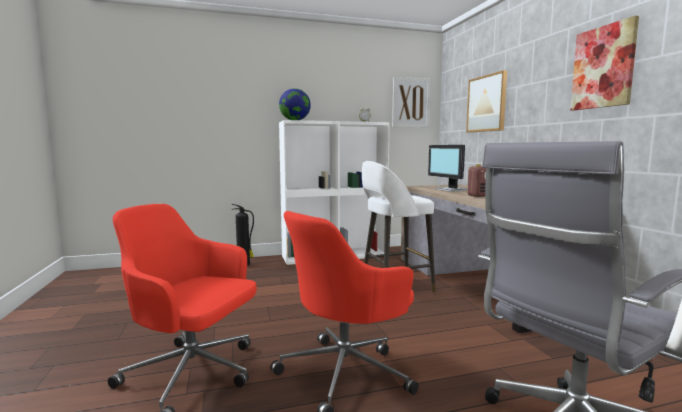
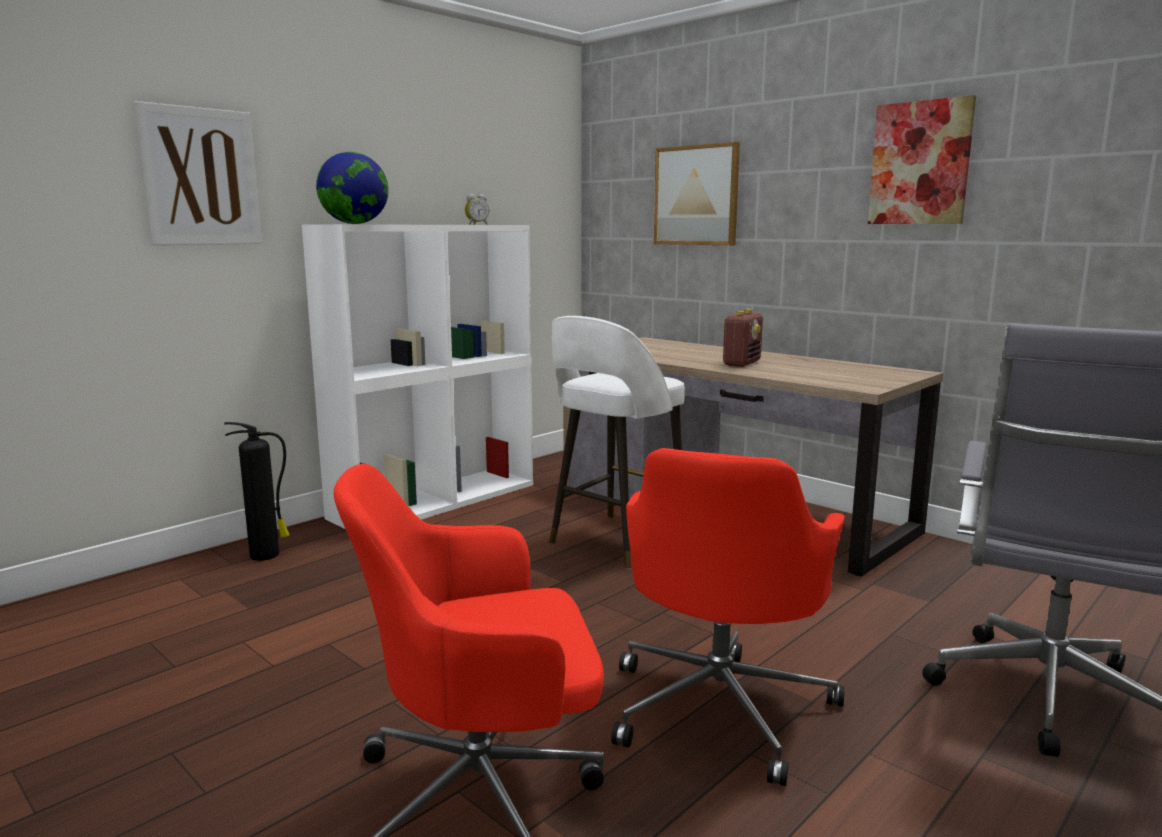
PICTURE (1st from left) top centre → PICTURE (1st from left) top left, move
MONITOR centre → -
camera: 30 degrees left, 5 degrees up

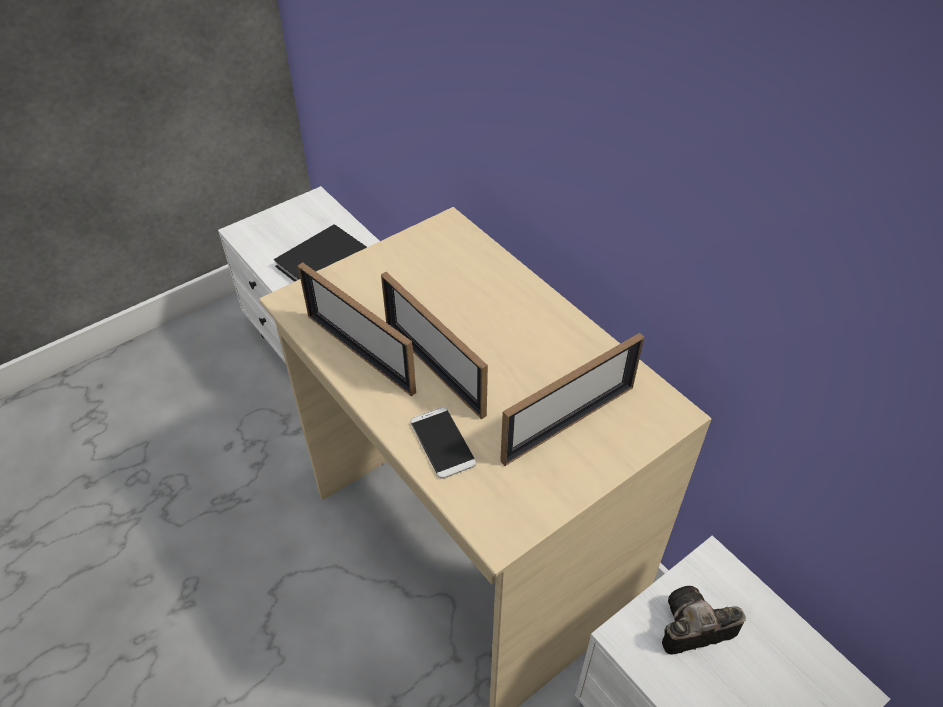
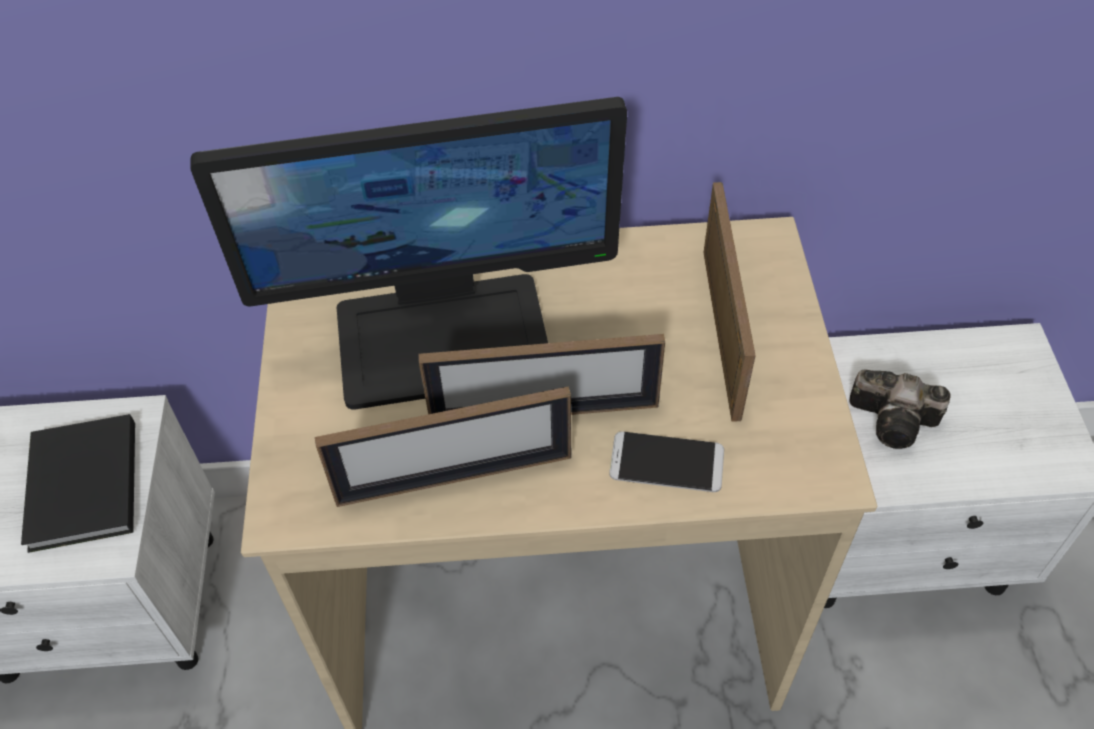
PHOTO CAMERA bottom right → PHOTO CAMERA middle right, 90 degrees counterclockwise
- → MONITOR centre
camera: 55 degrees left, 5 degrees up

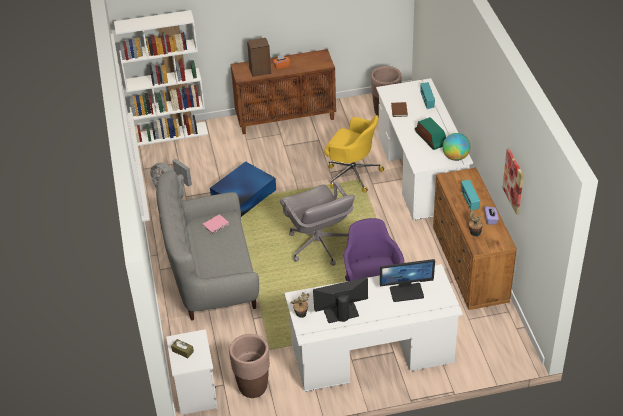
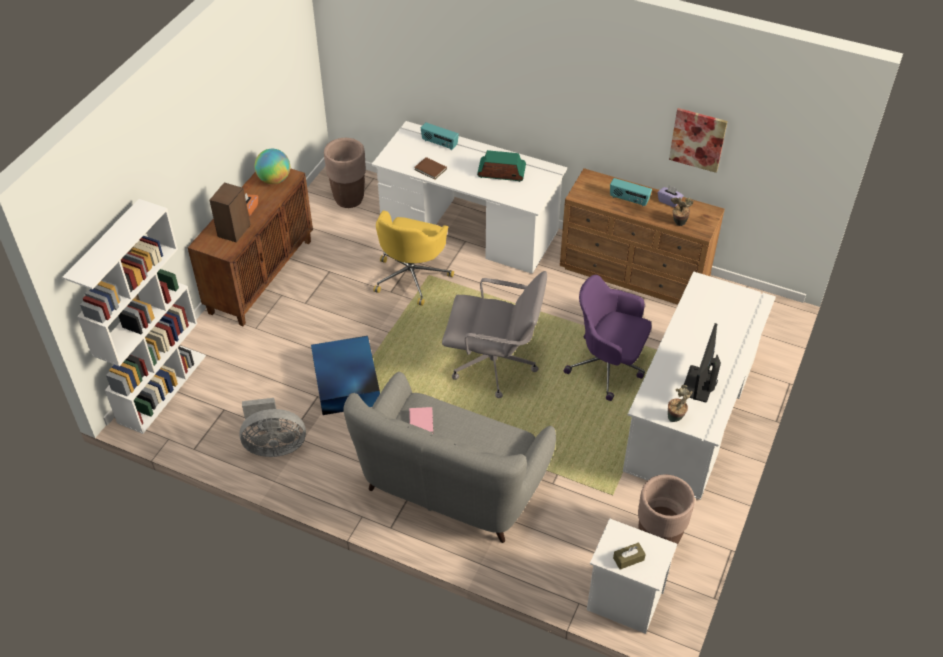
YELLOW OFFICE CHAIR centre, 135 degrees clockwise
GLOBE middle right → GLOBE top left, move
MONITOR (2nd from left) bottom centre → -
camera: 55 degrees left, 5 degrees up

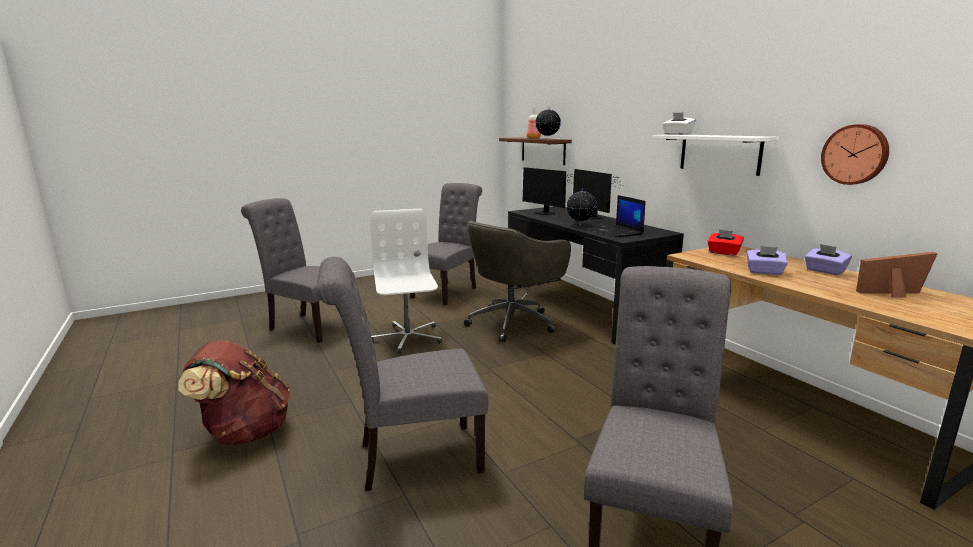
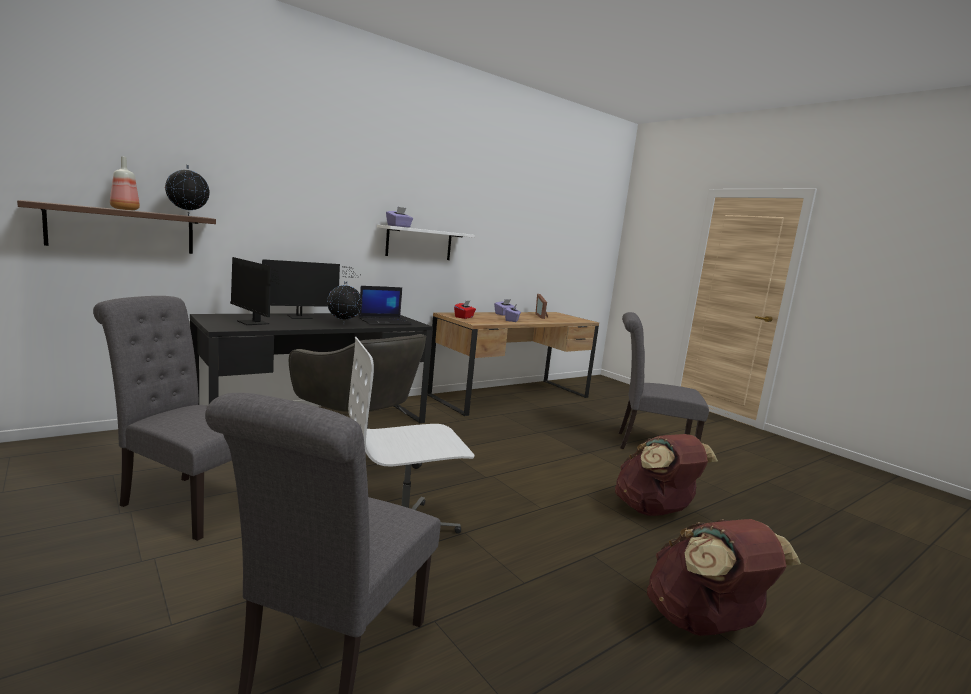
WHITE TISSUE BOX top right → PURPLE TISSUE BOX (1st from left) top centre
WALL CLOCK top right → -
MONITOR (1st from left) centre → MONITOR (1st from left) middle left, 90 degrees clockwise
GREY CHAIR (2nd from left) bottom centre → BROWN BACKPACK (1st from left) bottom right
camera: 100 degrees left, 5 degrees down

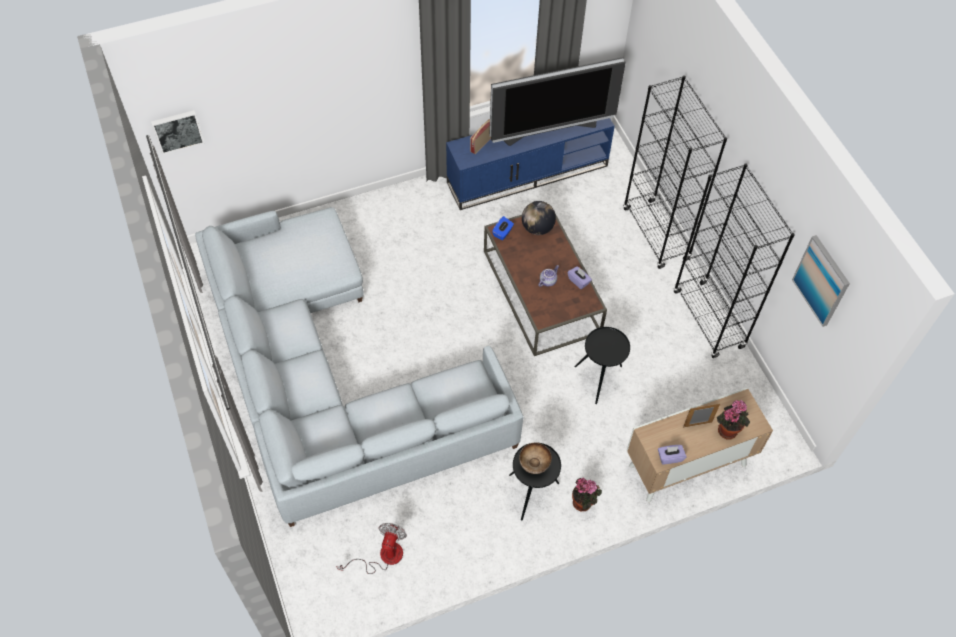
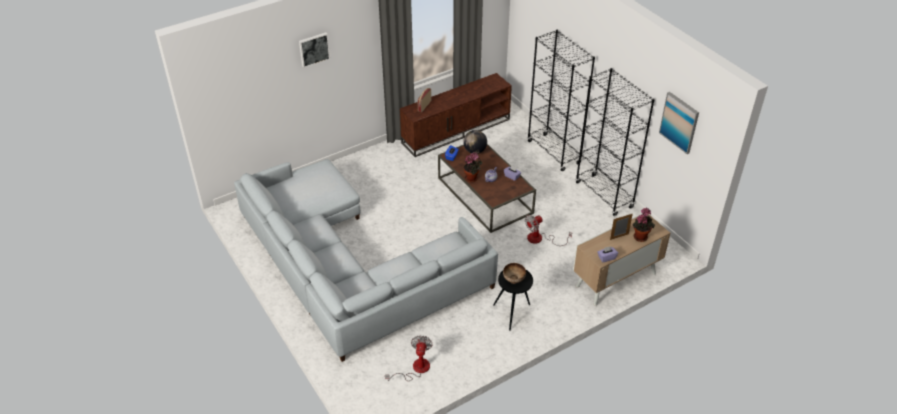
TELEVISION top centre → -
PICTURE (1st from left) top left → PICTURE (1st from left) top centre, move
BLUE TV STAND top centre → BROWN TV STAND top centre
BLACK SIDE TABLE (2nd from left) centre → FAN (2nd from left) centre
POTTED PLANT (1st from left) bottom centre → POTTED PLANT (1st from left) centre, move
camera: 10 degrees left, 15 degrees down

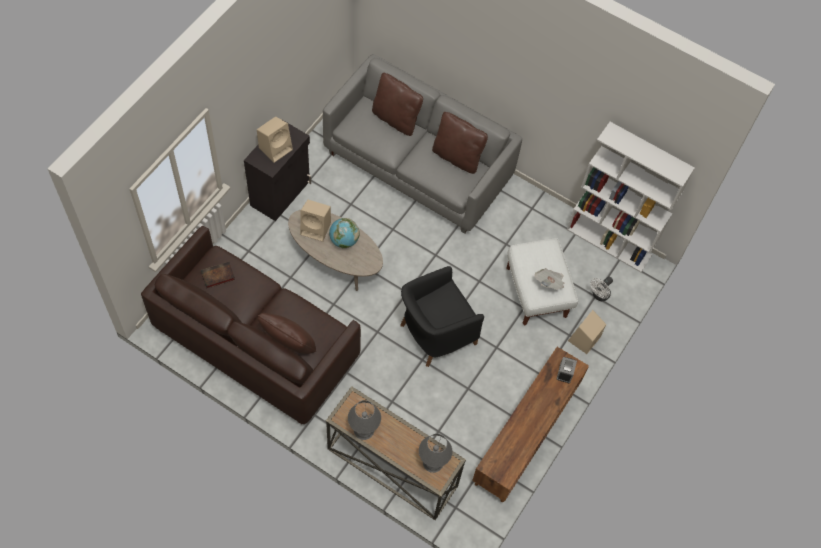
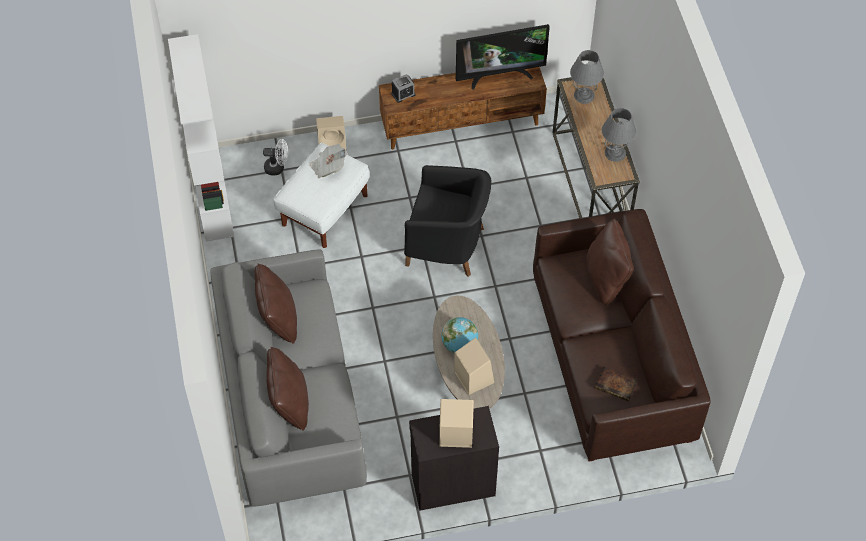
- → TELEVISION top centre
camera: 130 degrees left, 5 degrees down

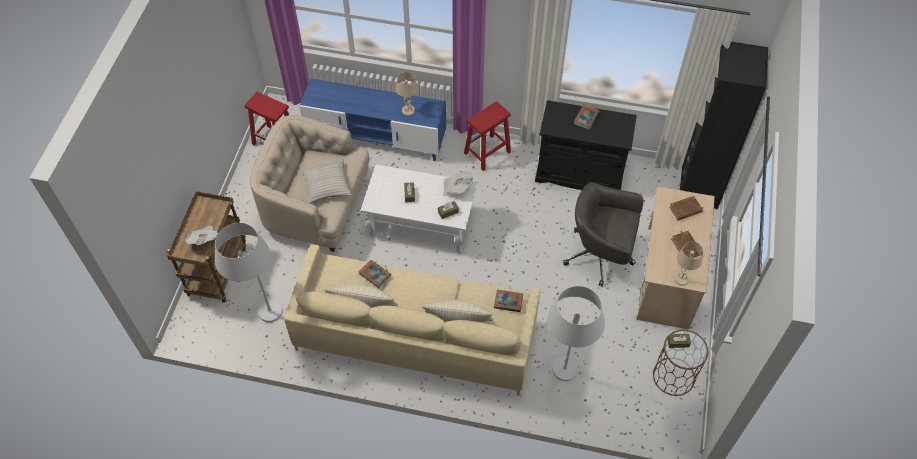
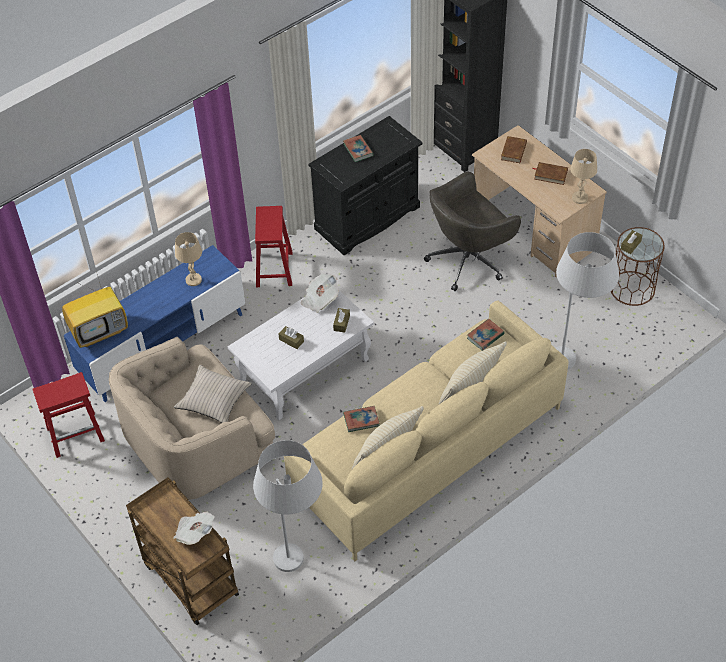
- → TELEVISION middle left
camera: 50 degrees left, 5 degrees down

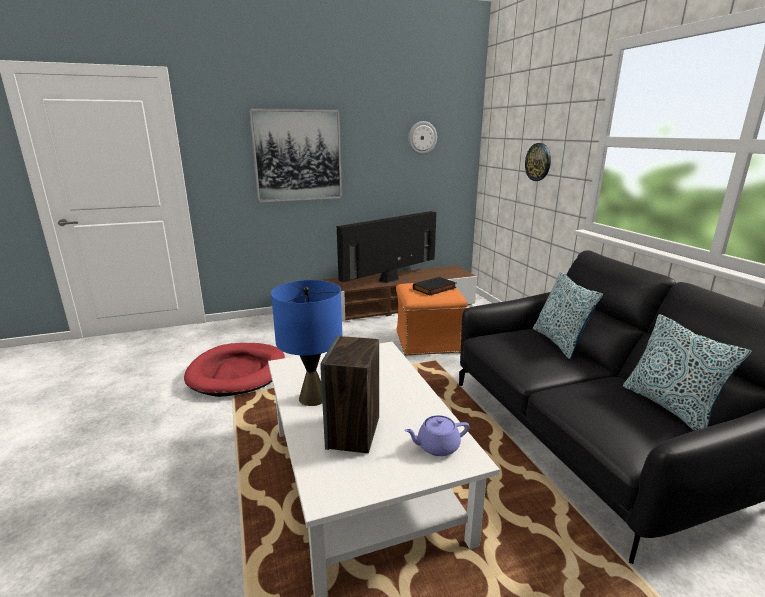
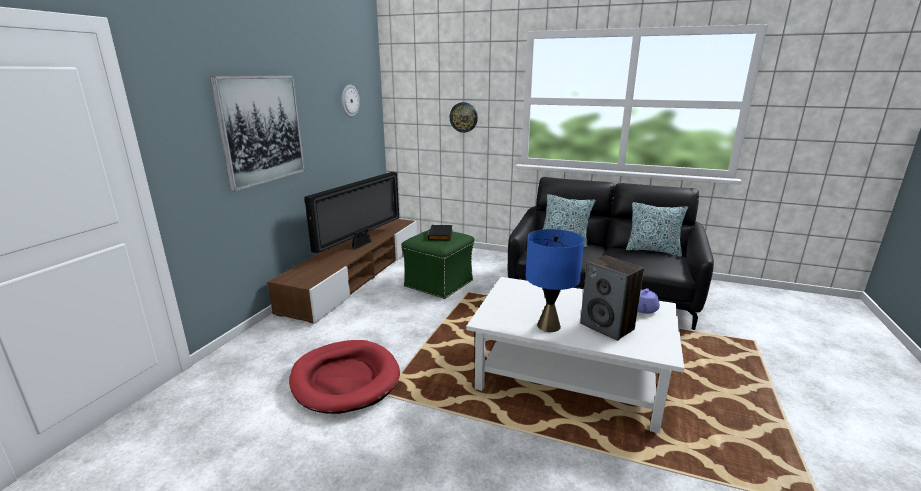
TELEVISION centre, 150 degrees counterclockwise
ORANGE OTTOMAN centre → GREEN OTTOMAN centre
camera: 50 degrees left, 0 degrees up

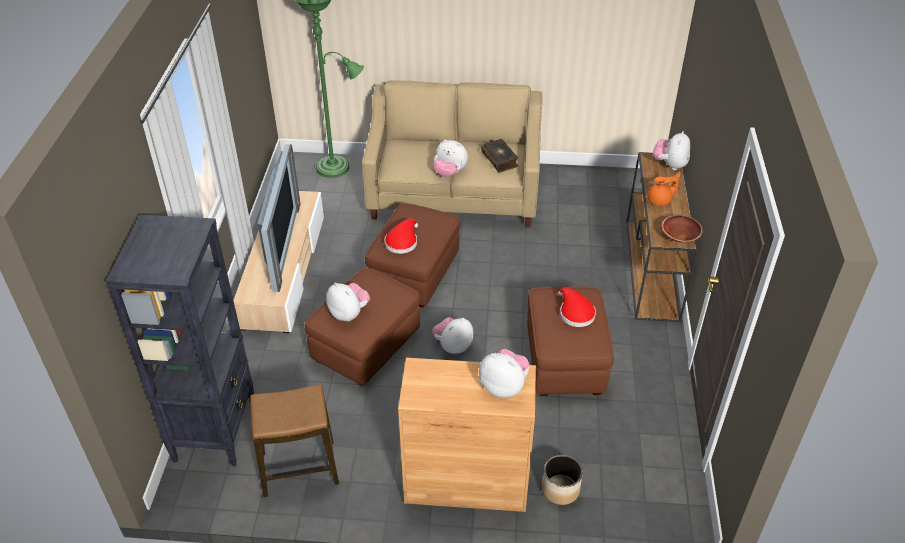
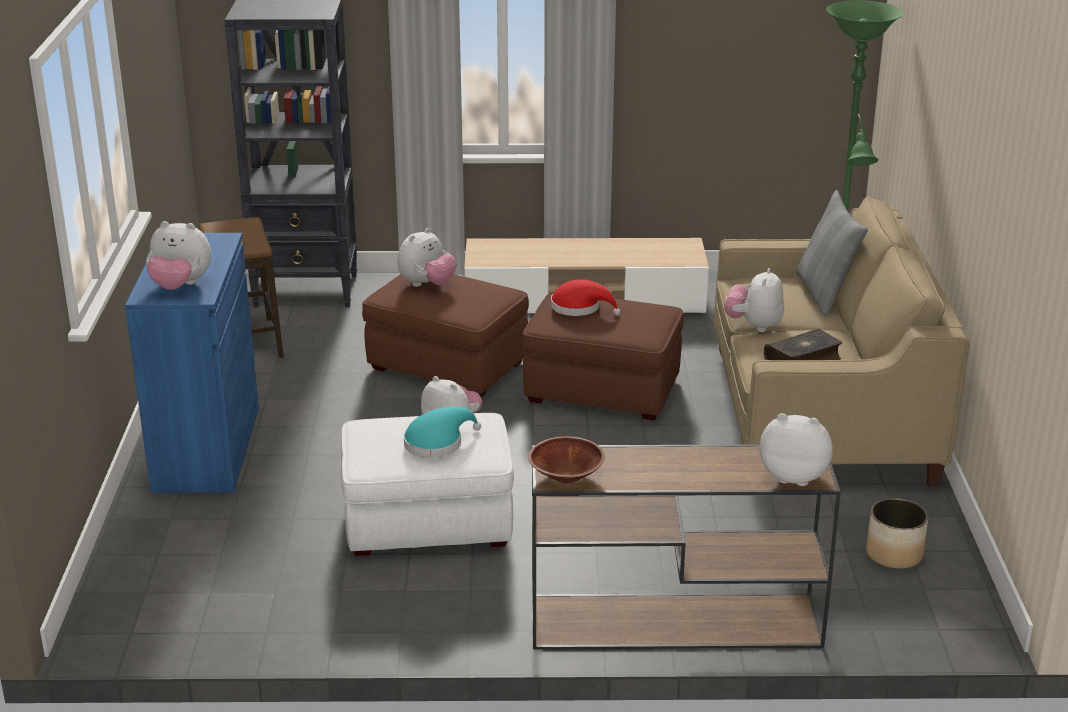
TELEVISION middle left → -
ORANGE TEAPOT middle right → -
BROWN OTTOMAN (3rd from left) centre → WHITE OTTOMAN bottom centre
RED HAT (2nd from left) centre → TURQUOISE HAT centre
PLUSH TOY (4th from left in the first image) bottom centre → PLUSH TOY (1st from left) middle left, 75 degrees clockwise
BROWN CABINET bottom centre → BLUE CABINET middle left
PLANTER bottom centre → PLANTER bottom right, move
- → GREY PILLOW middle right
camera: 85 degrees right, 15 degrees down

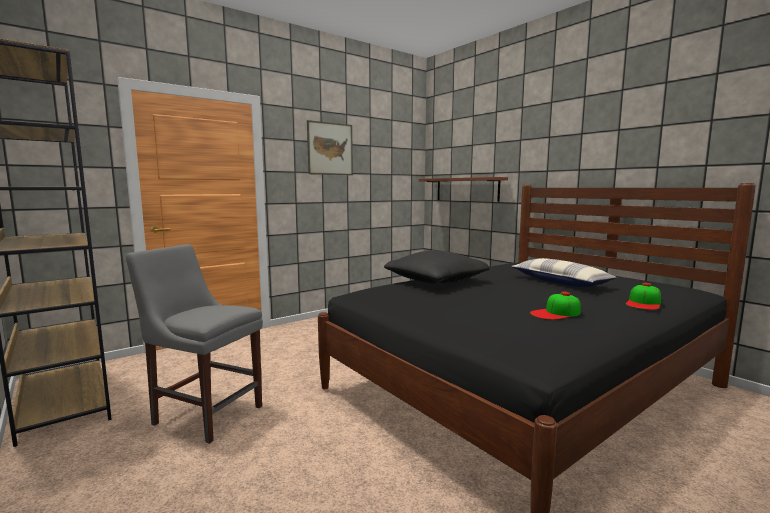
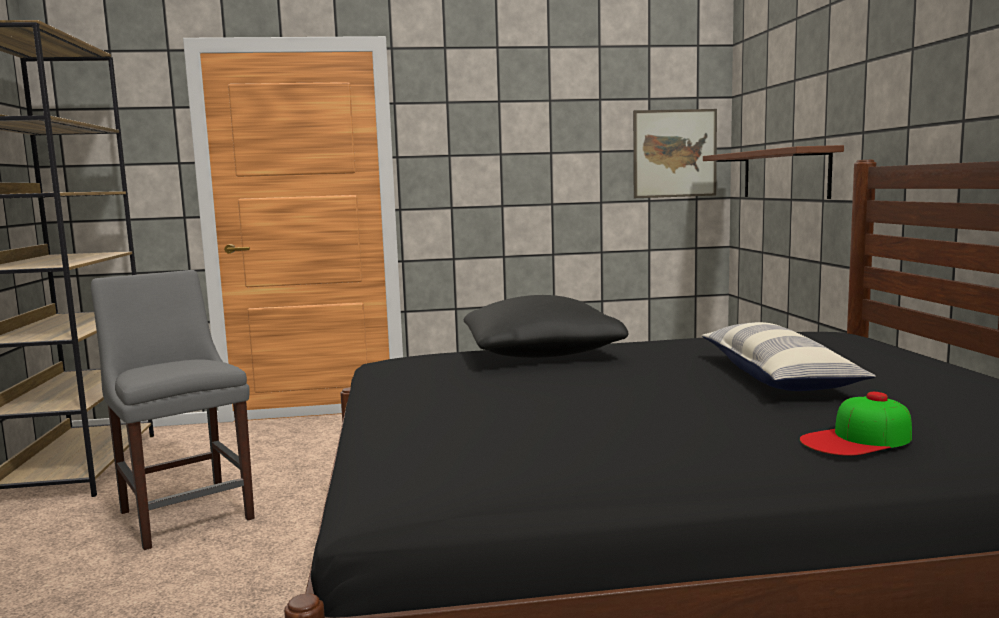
PICTURE top centre → PICTURE top right, move
CAP (1st from left) middle right → -
camera: 30 degrees right, 0 degrees up

